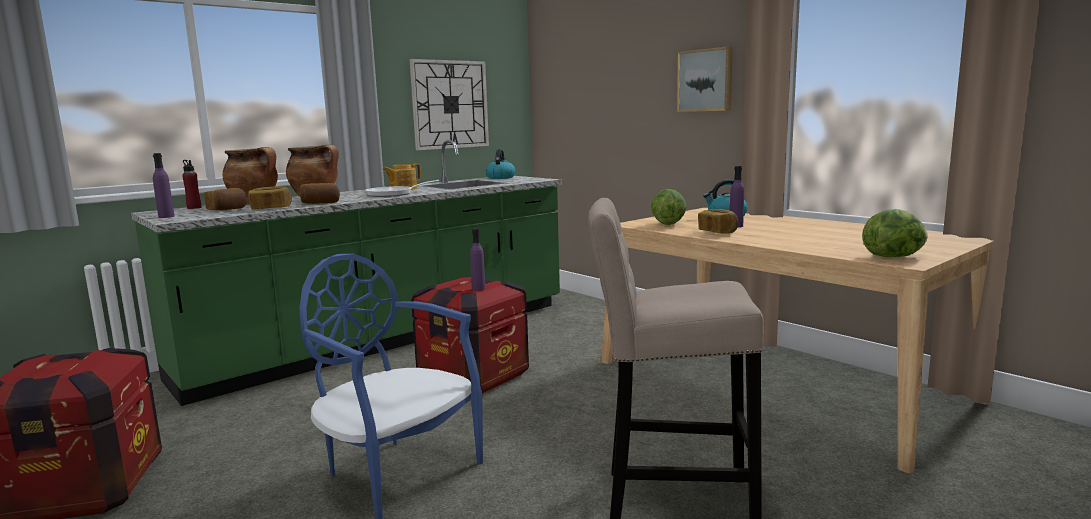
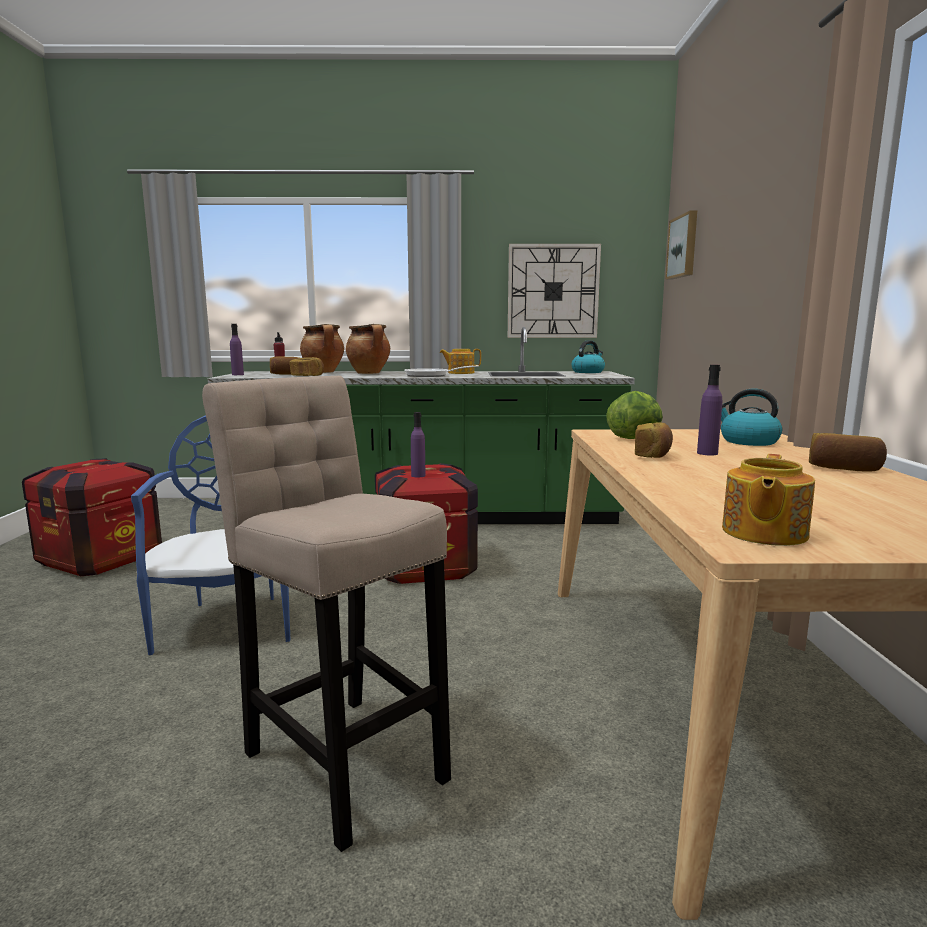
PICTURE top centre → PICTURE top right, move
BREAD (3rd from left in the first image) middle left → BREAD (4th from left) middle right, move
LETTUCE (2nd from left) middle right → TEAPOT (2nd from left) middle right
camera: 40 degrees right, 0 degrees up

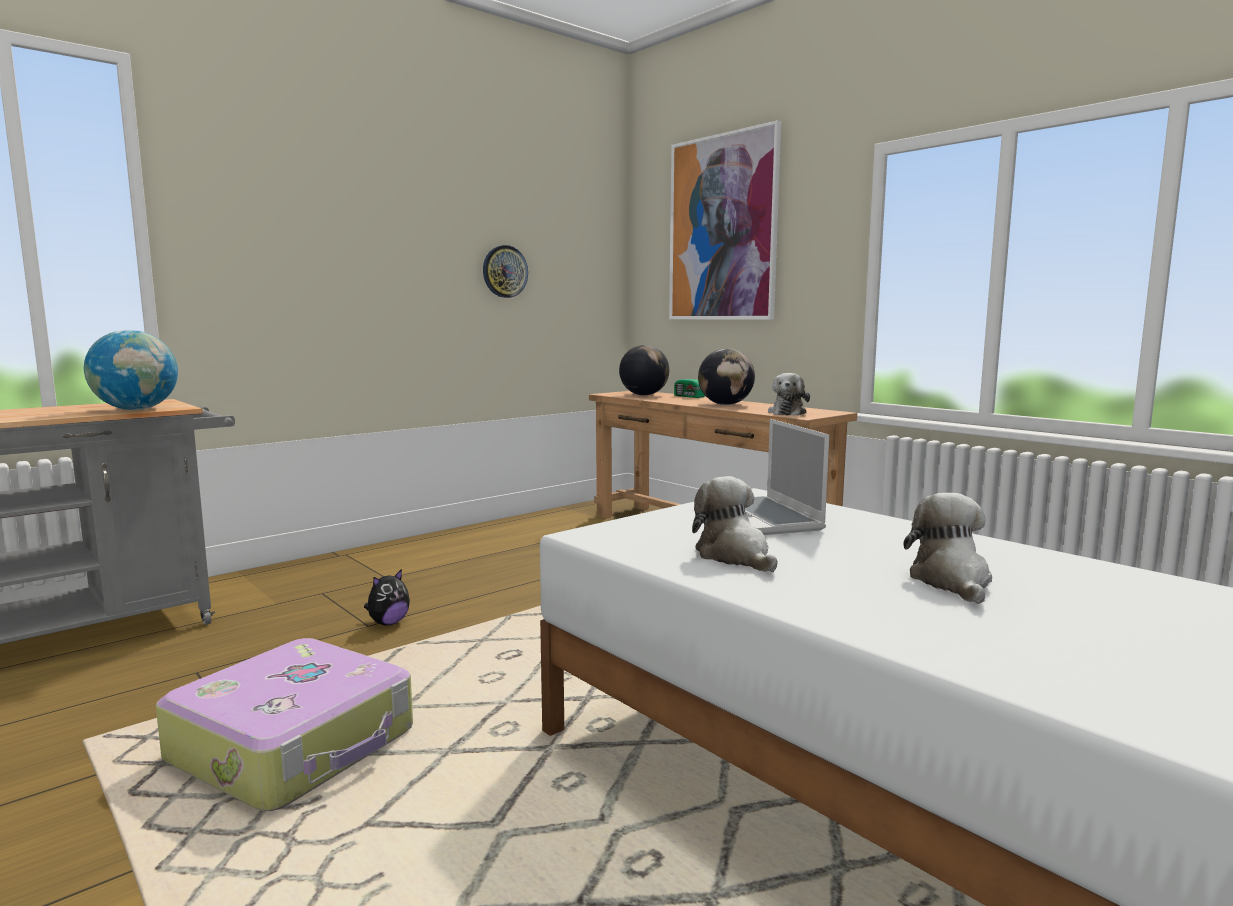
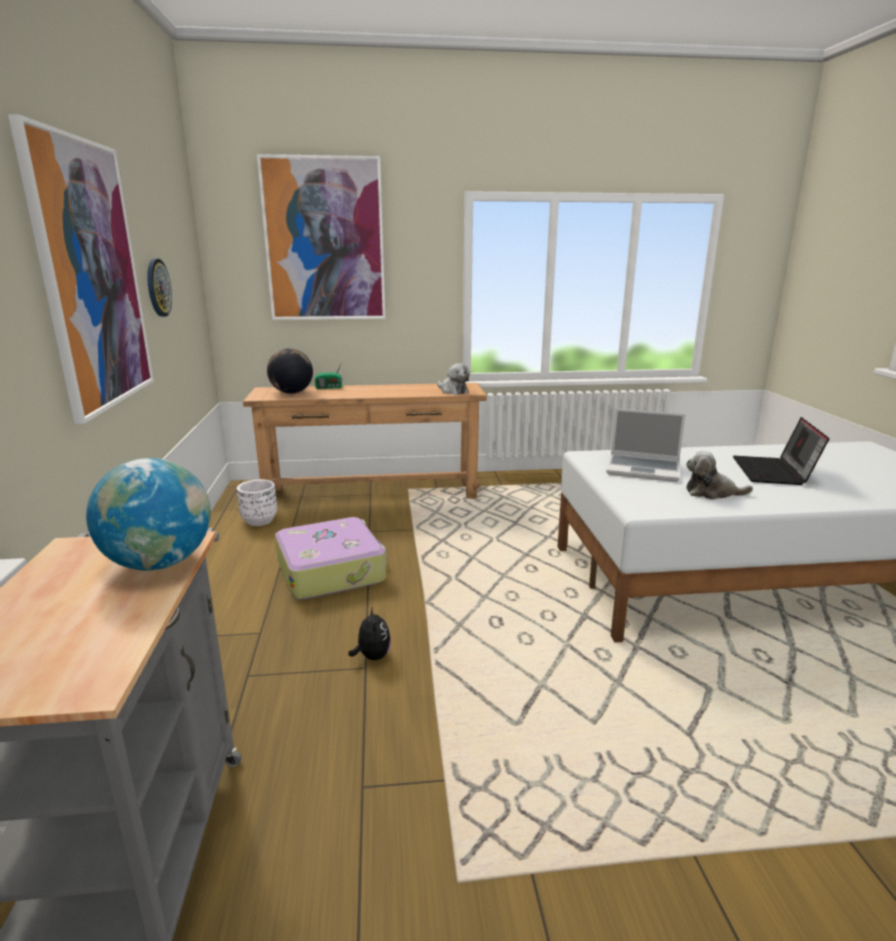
GLOBE (3rd from left) centre → -
PLUSH TOY (4th from left) middle right → LAPTOP (2nd from left) middle right
SUITCASE bottom left → SUITCASE centre, move
- → PICTURE (1st from left) top left
- → WHITE PLANTER middle left
camera: 55 degrees left, 10 degrees up

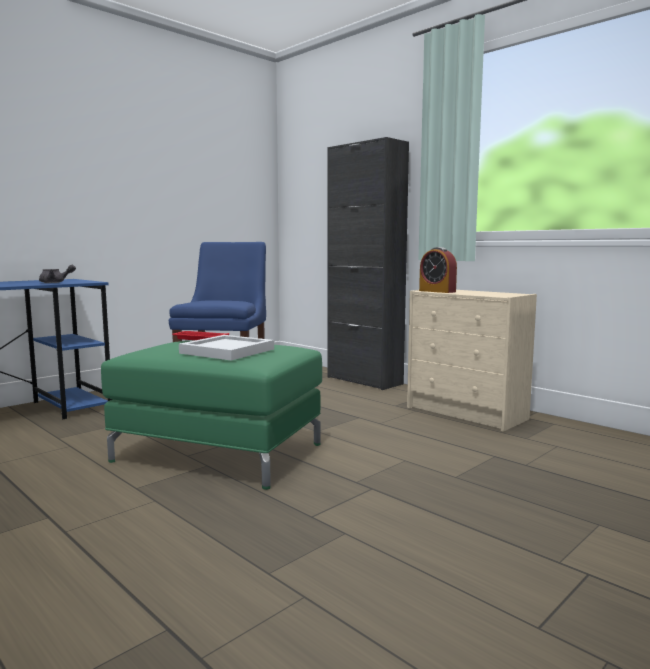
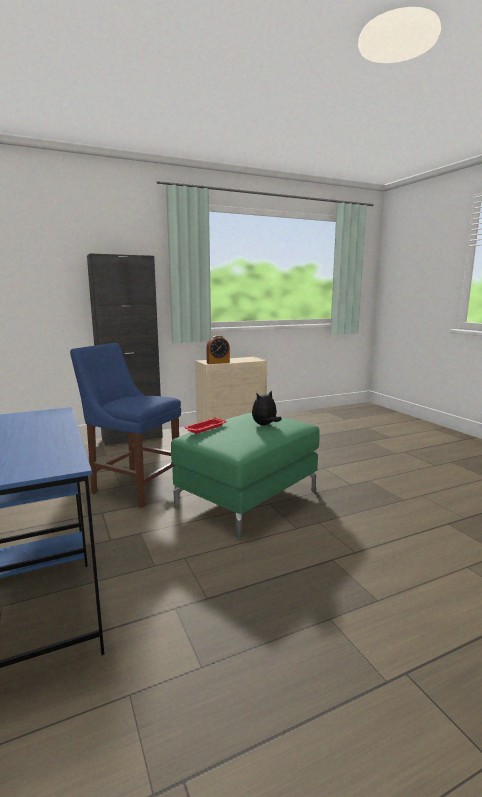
GREY TEAPOT middle left → -
WHITE TRAY centre → PLUSH TOY centre
camera: 70 degrees left, 5 degrees up

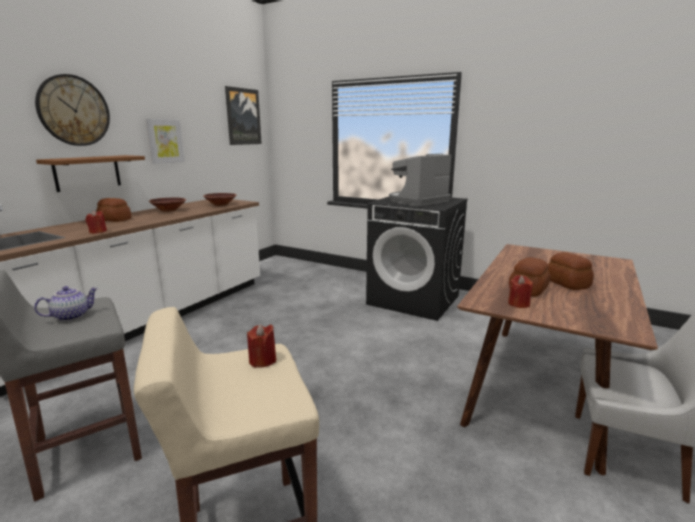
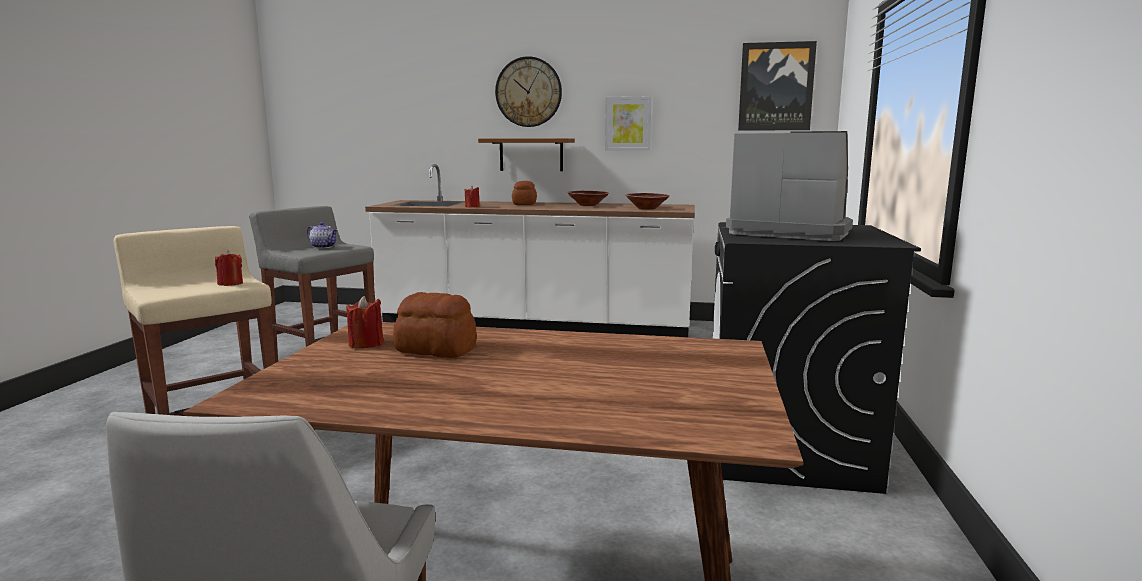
BREAD (3rd from left) middle right → -
camera: 70 degrees right, 5 degrees down

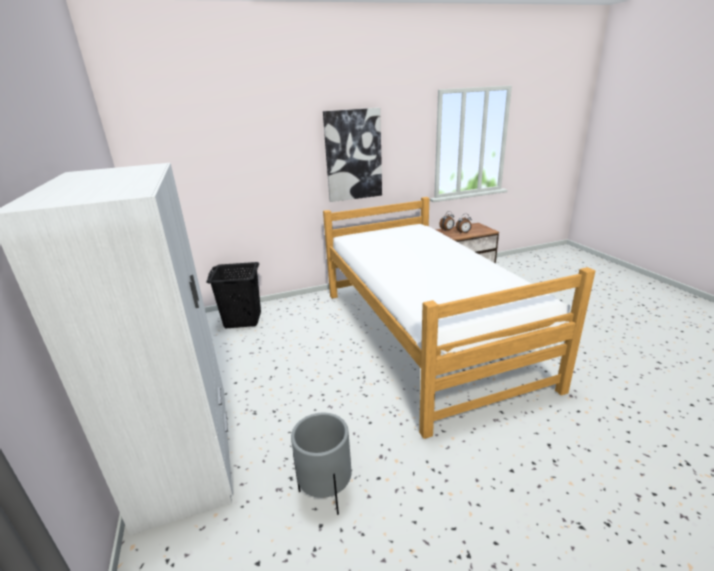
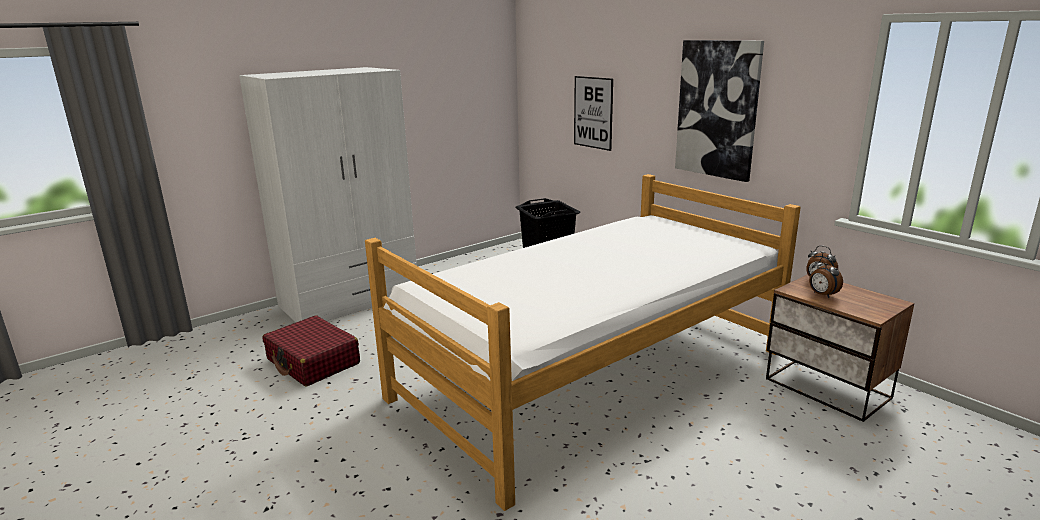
GREY PLANTER bottom centre → RED SUITCASE bottom left
- → PICTURE (1st from left) top centre
camera: 70 degrees right, 5 degrees down

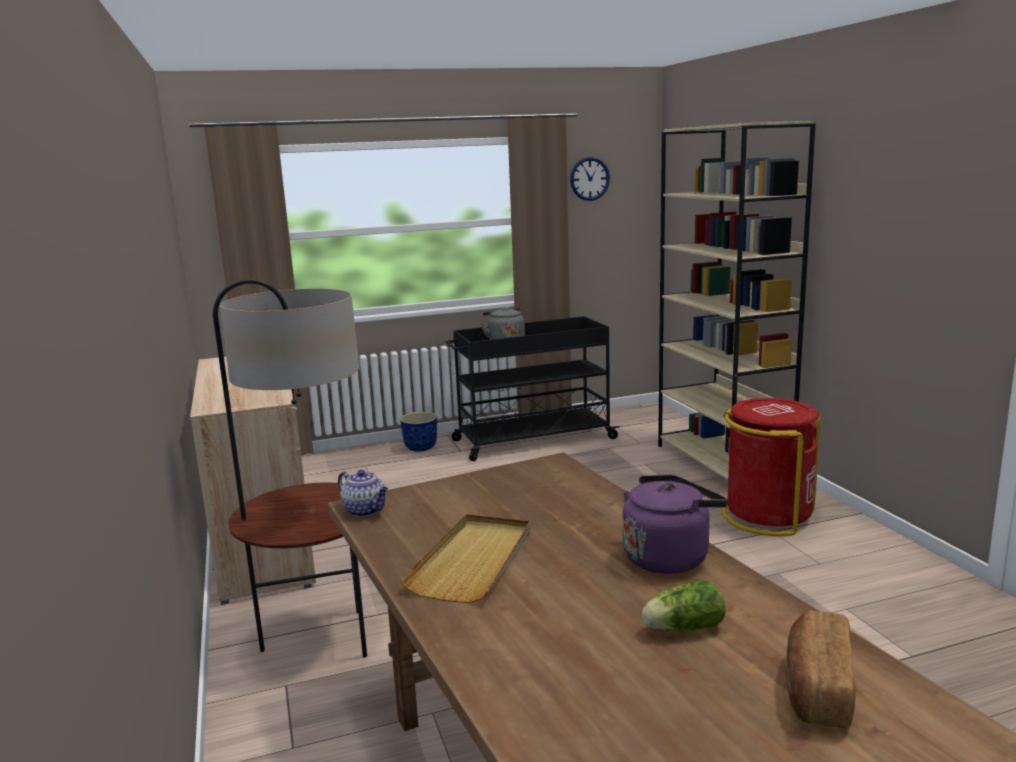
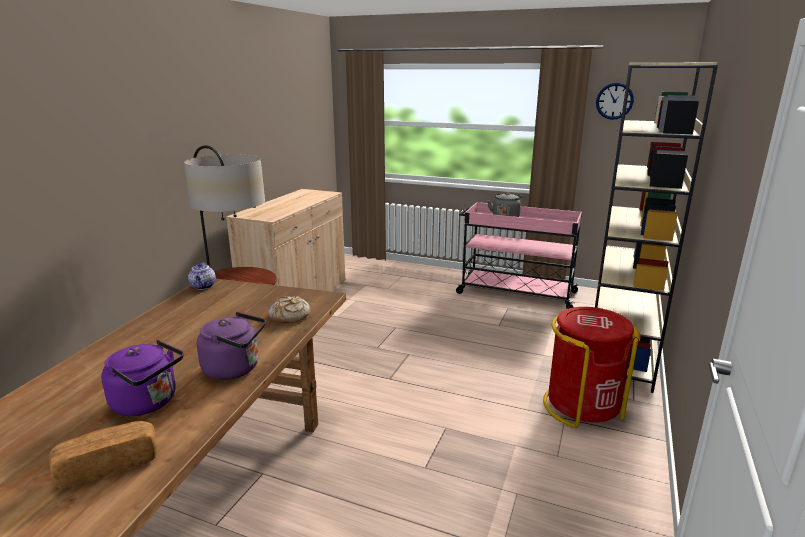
BLACK CART centre → PINK CART centre
PLANTER centre → -
BEIGE TRAY bottom centre → -
LETTUCE bottom right → PURPLE KETTLE (1st from left) bottom left
- → BREAD (2nd from left) centre
camera: 40 degrees right, 5 degrees up

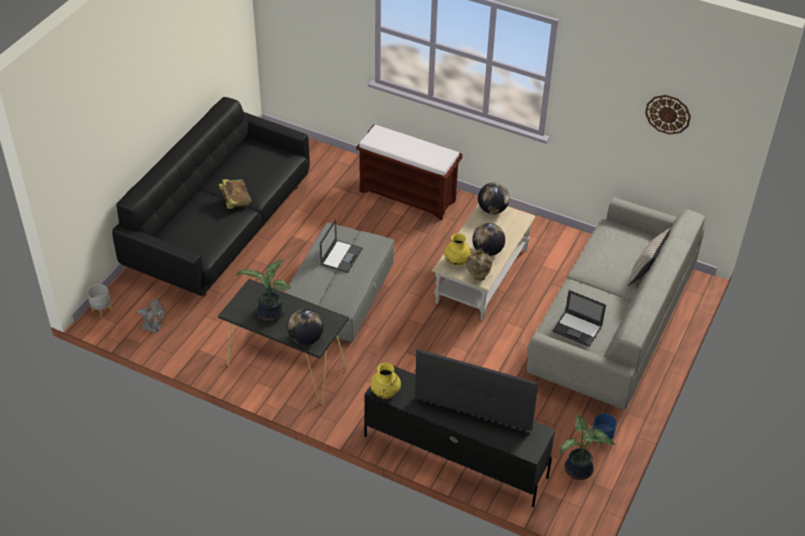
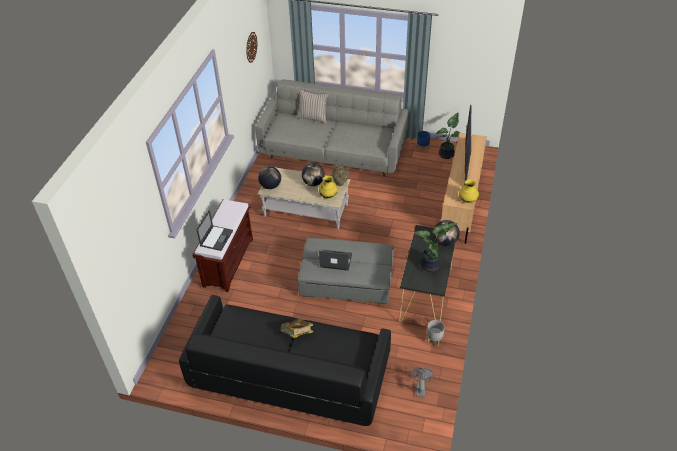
GREY PLANTER middle left → GREY PLANTER bottom centre, move
LAPTOP (2nd from left in the first image) middle right → LAPTOP (1st from left) middle left, move
BLACK TV STAND bottom centre → BEIGE TV STAND middle right
camera: 100 degrees left, 0 degrees up

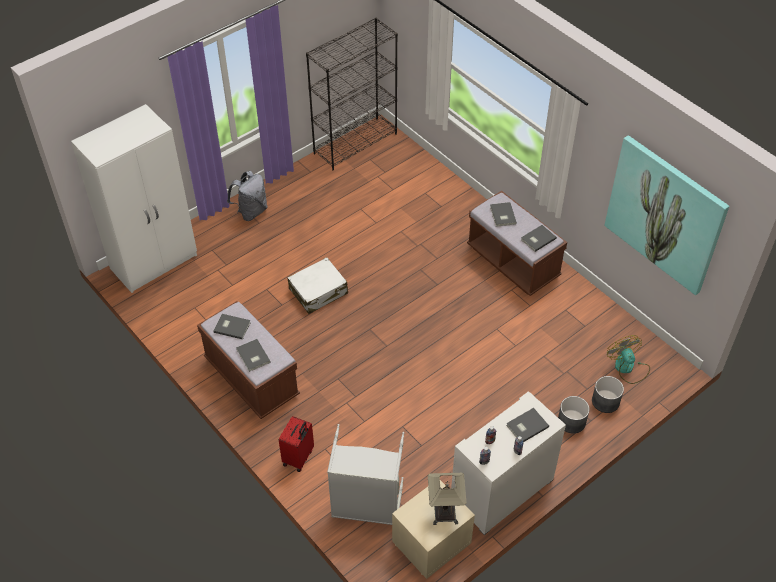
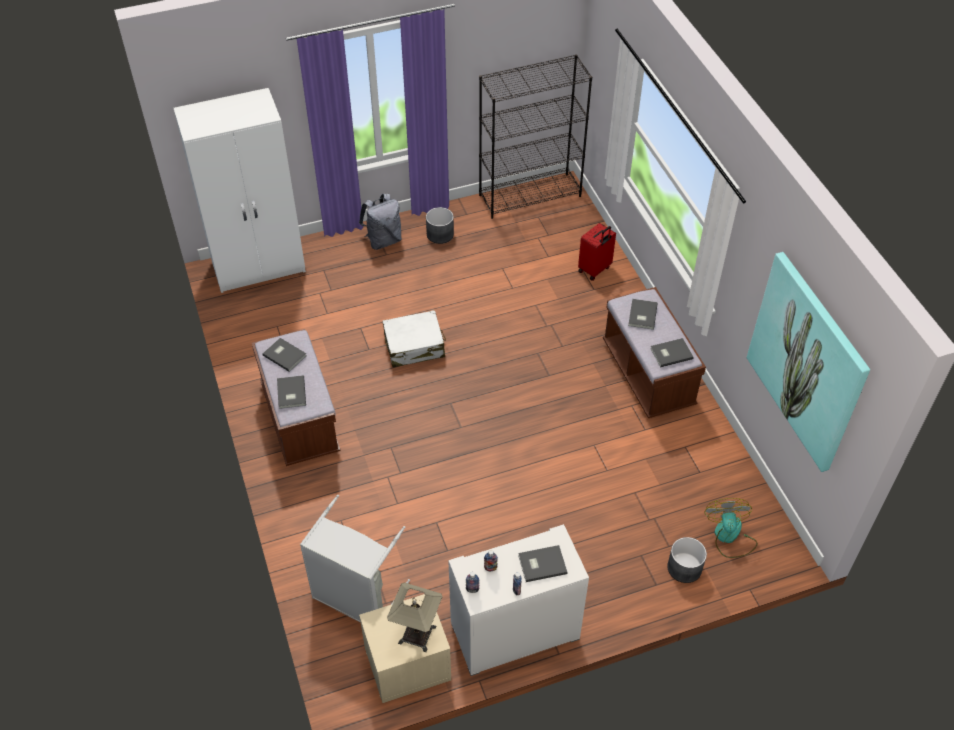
GREY PLANTER (1st from left) bottom right → GREY PLANTER (1st from left) top centre, move
RED SUITCASE bottom centre → RED SUITCASE centre, move
camera: 20 degrees right, 0 degrees up

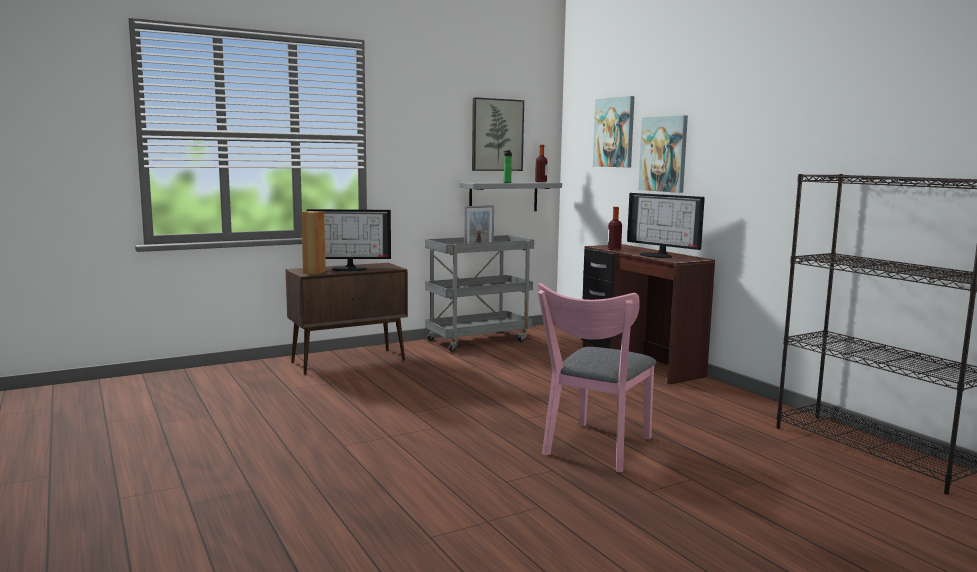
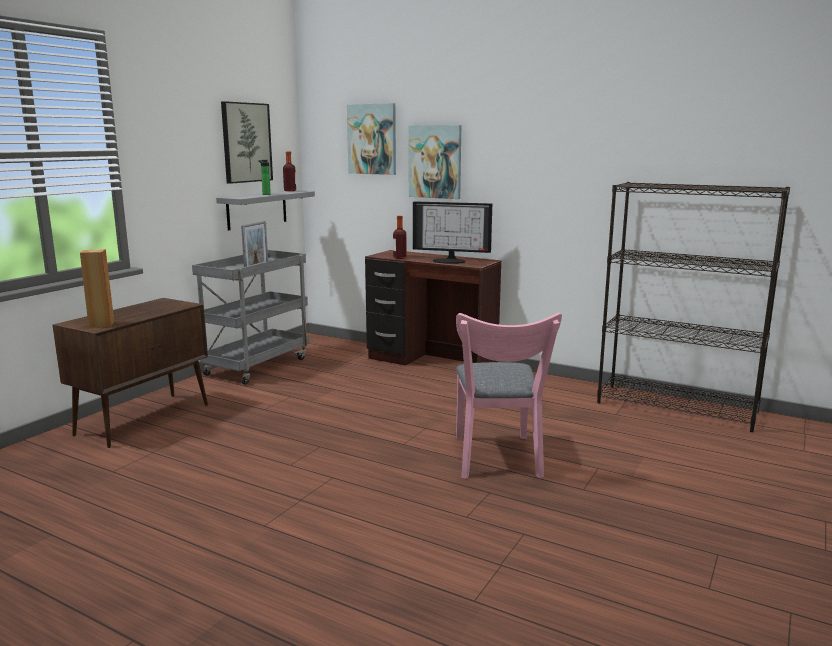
MONITOR (1st from left) centre → -
camera: 30 degrees left, 5 degrees up

